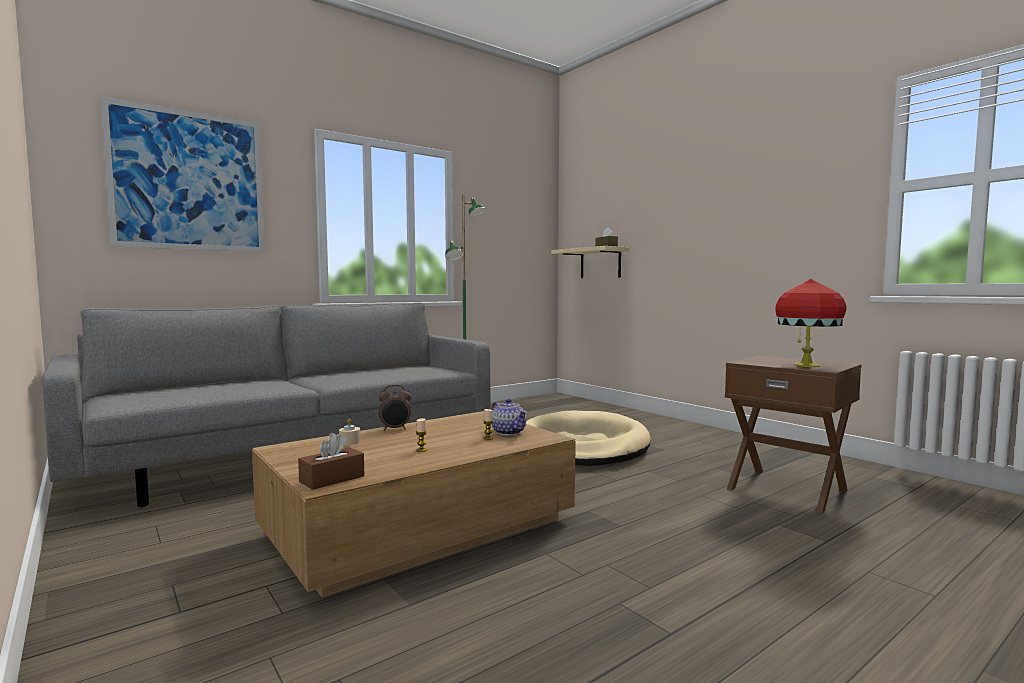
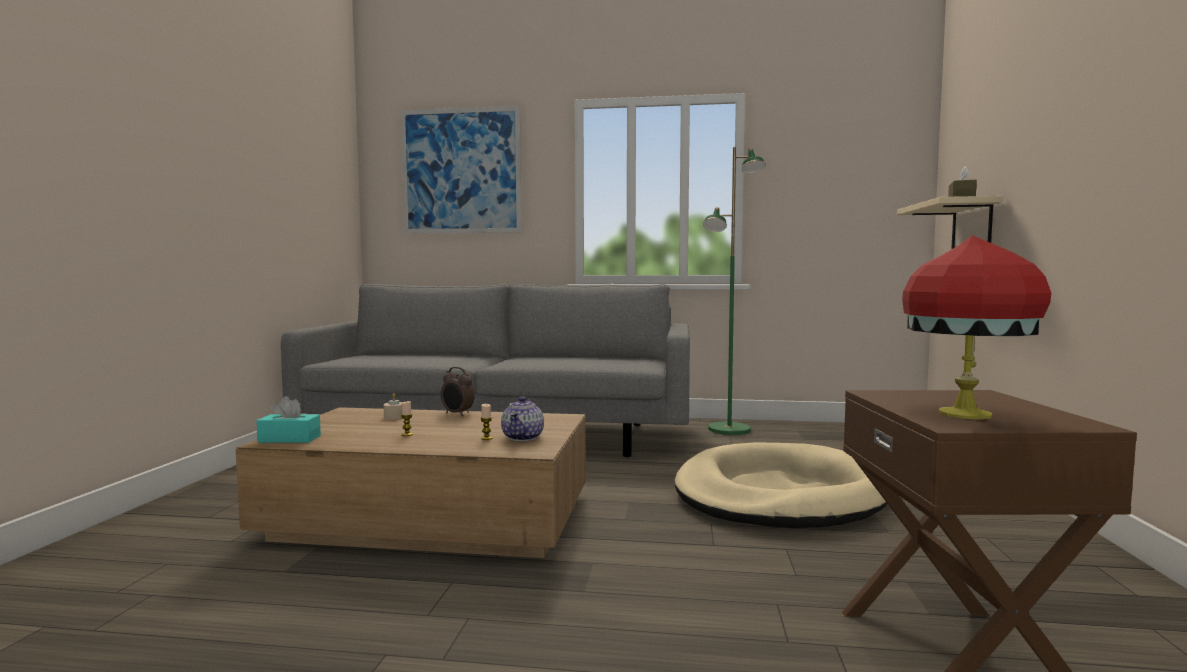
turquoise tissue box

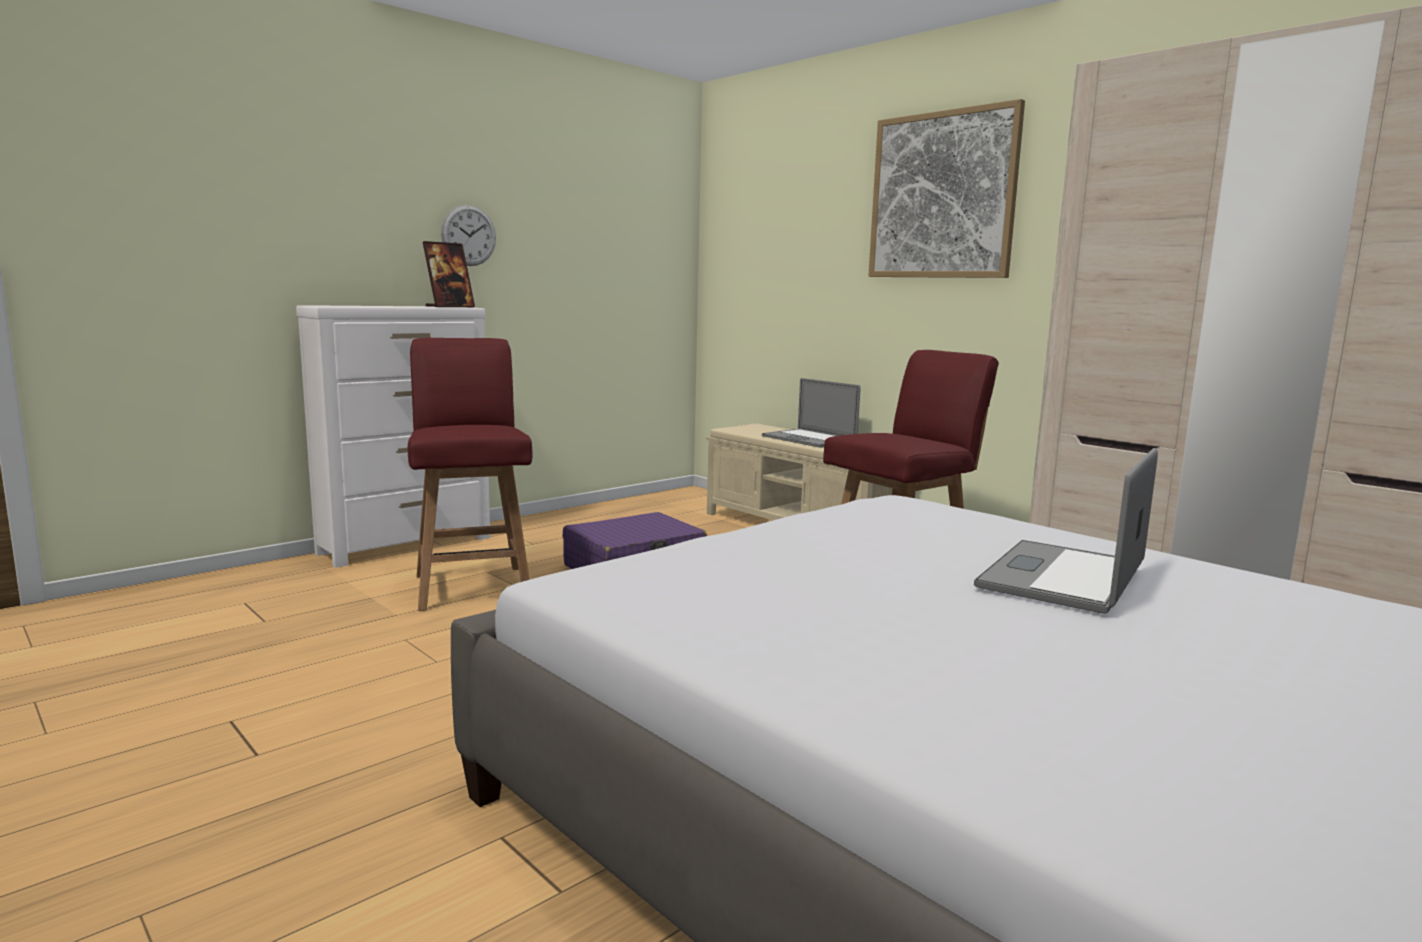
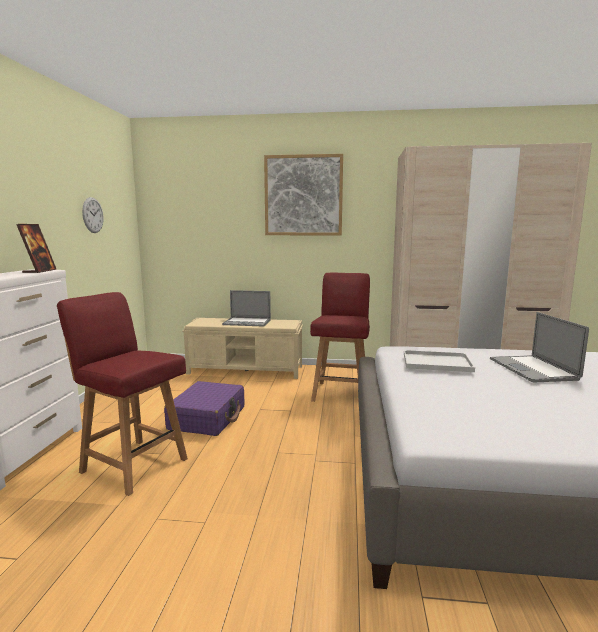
clock on the wall
whitish serving tray

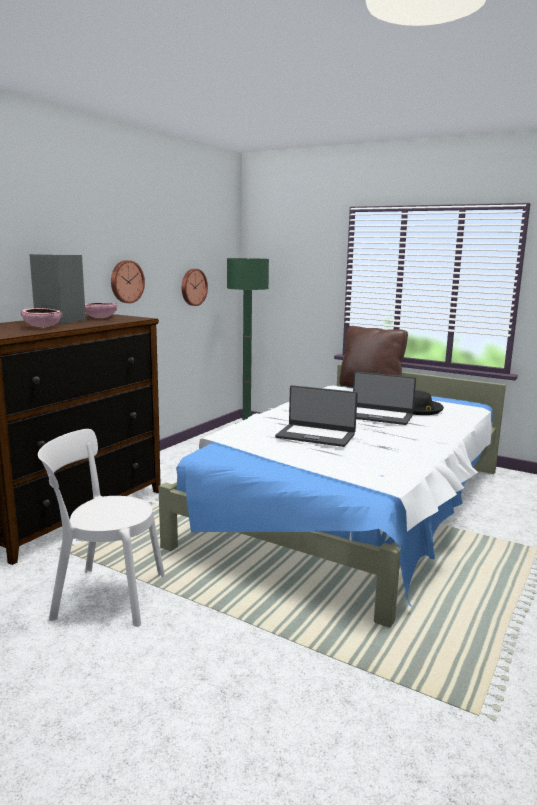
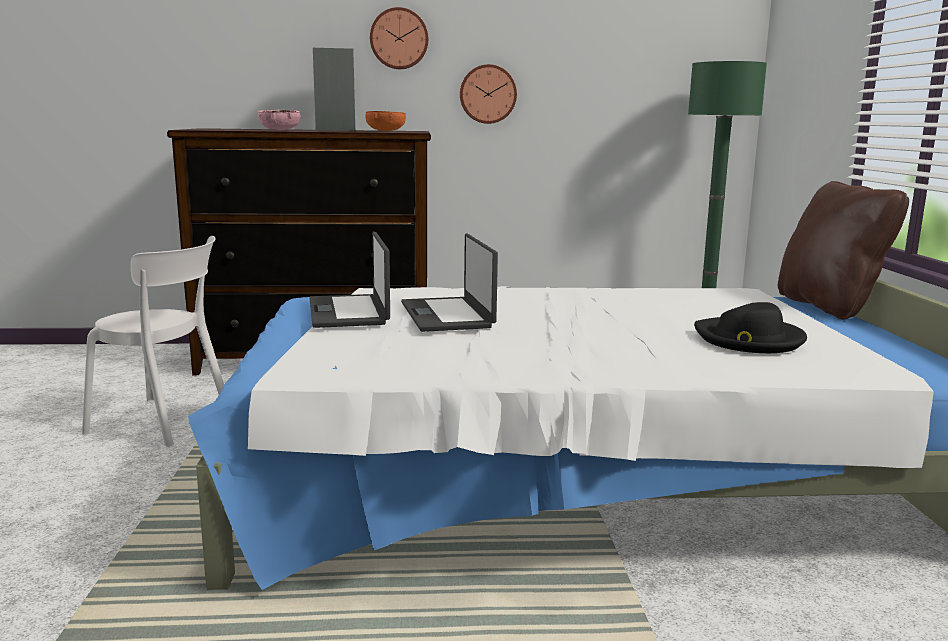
whitish chair
laptop (1st from left)
orangey serving bowl
clock on the wall (1st from left)

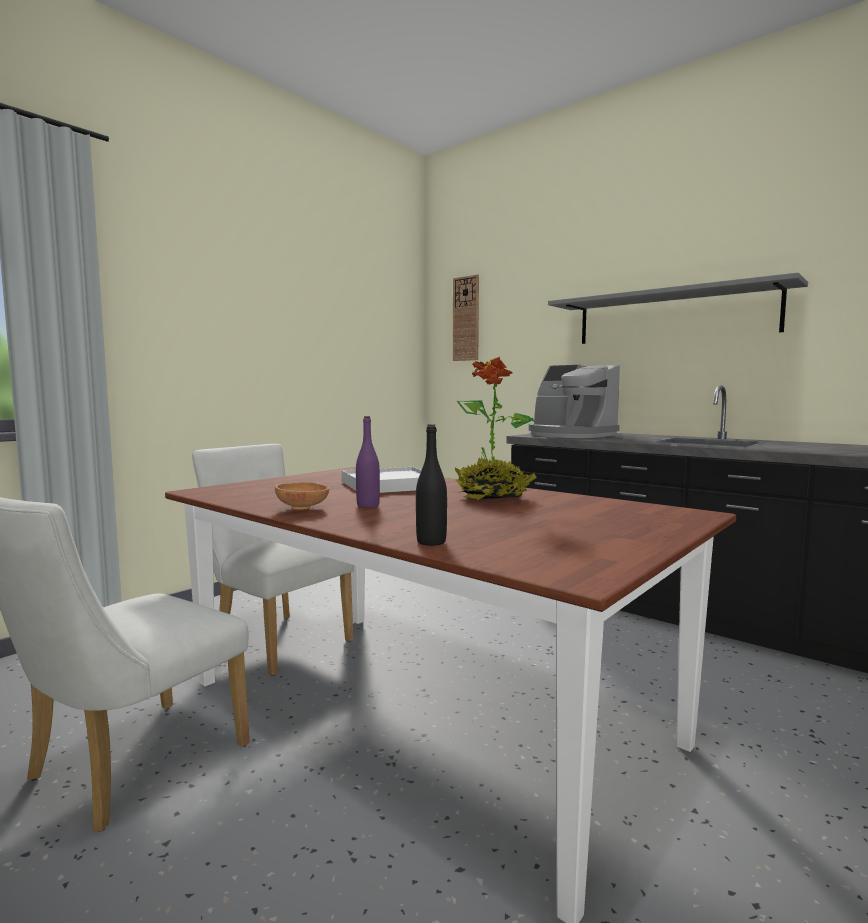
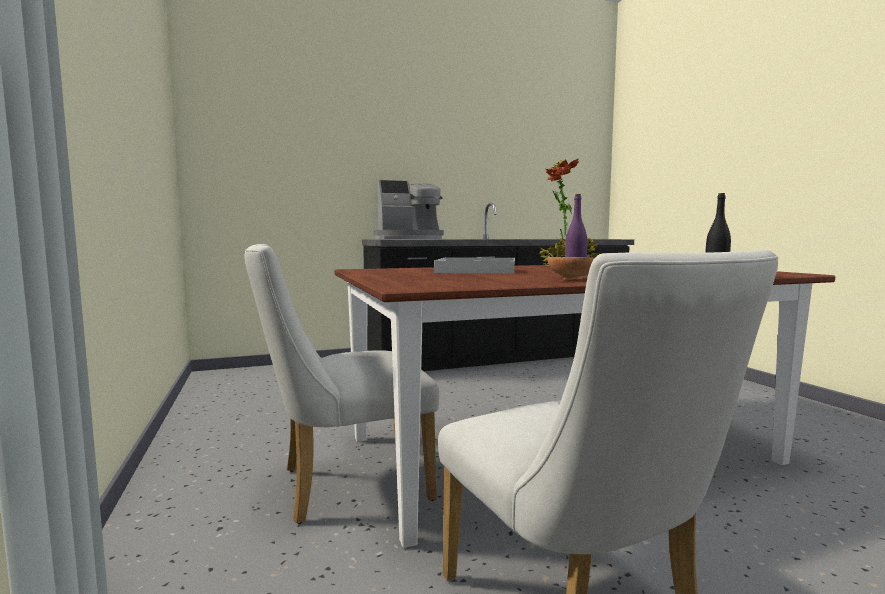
clock on the wall
gray bracket shelf

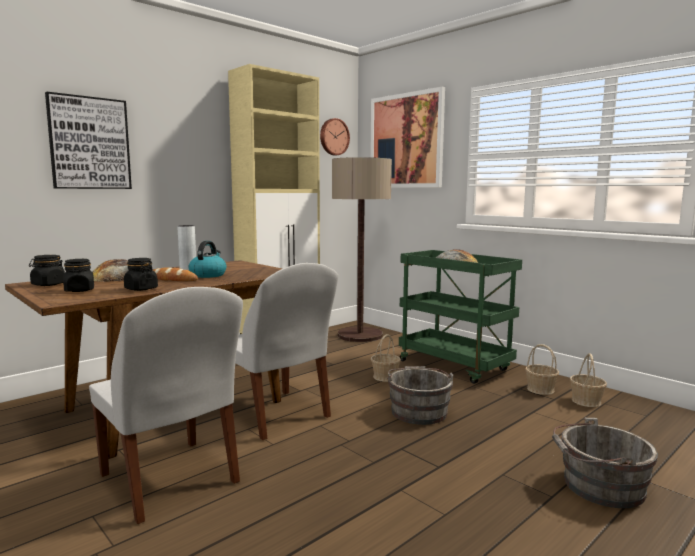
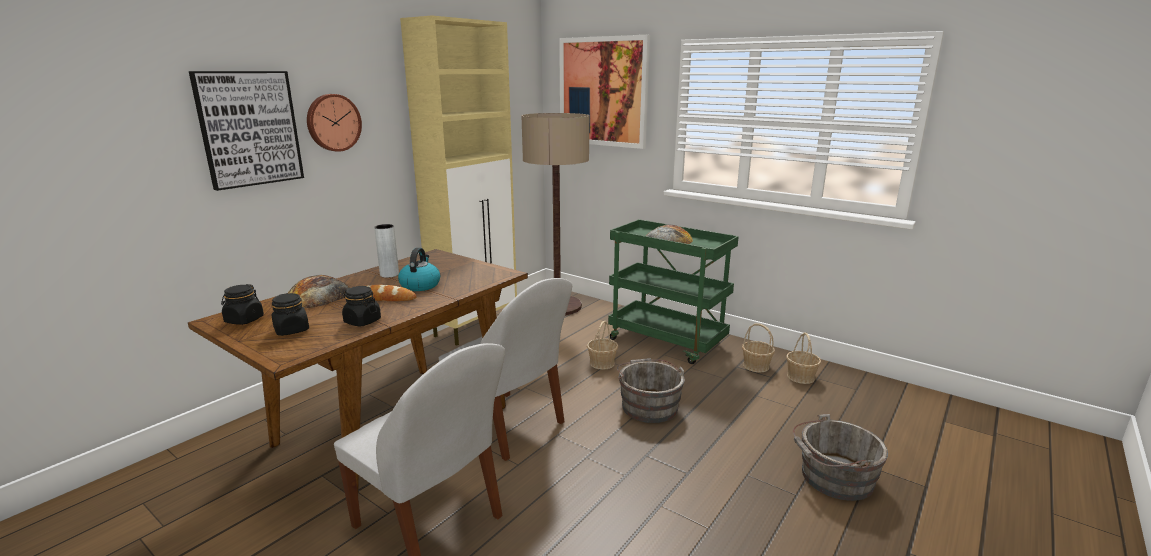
clock on the wall

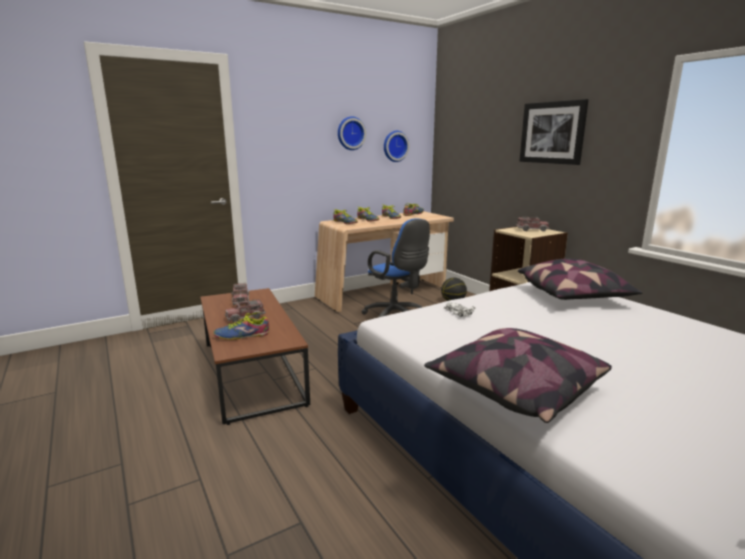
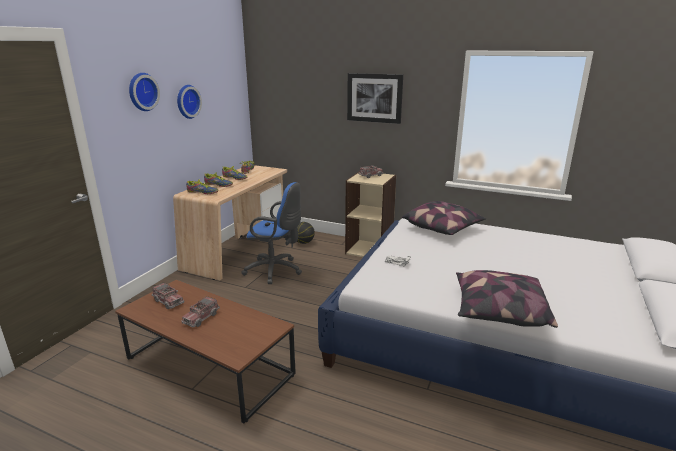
clock on the wall (1st from left)
item of footwear (1st from left in the first image)

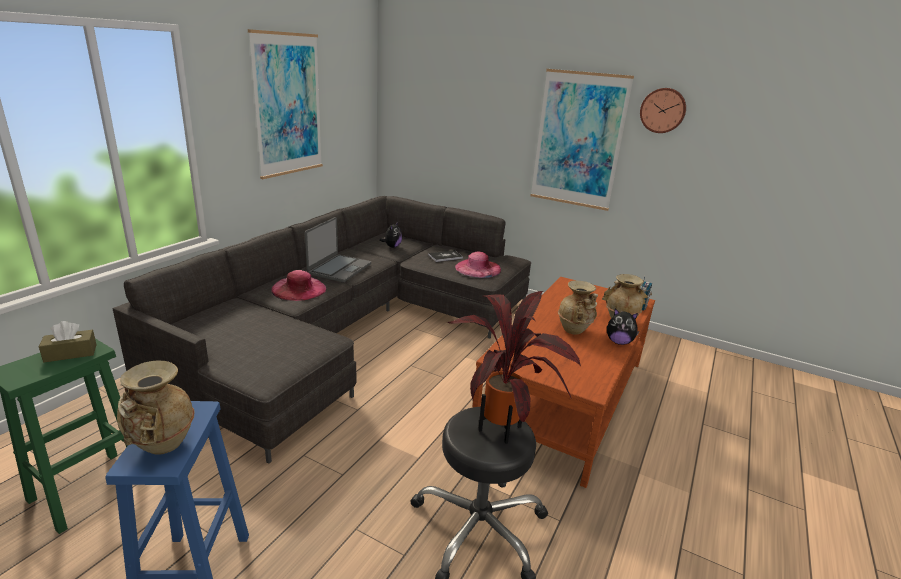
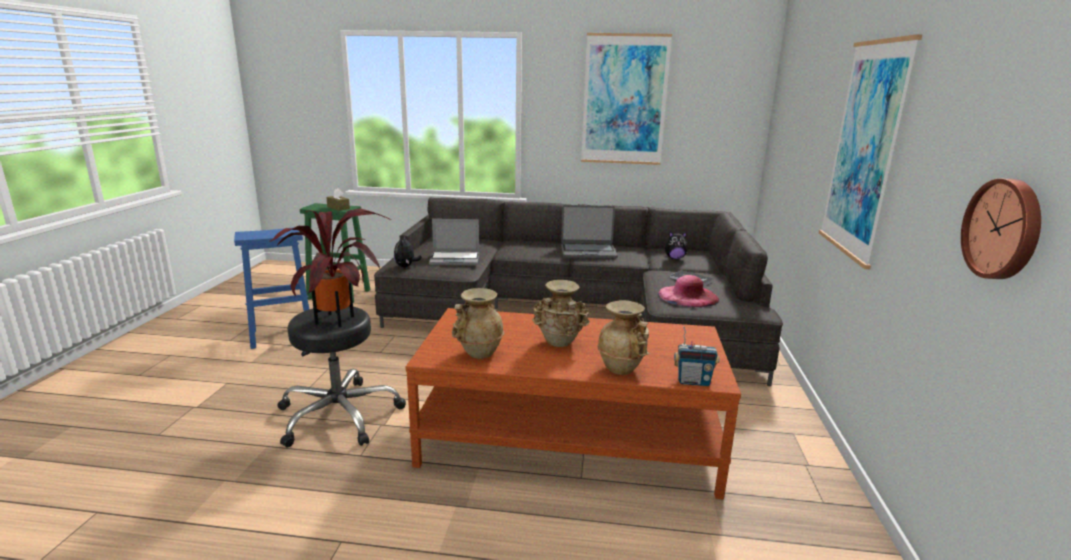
cuddly toy (1st from left)
laptop (1st from left)
beige-coloured decorative vase (1st from left)
clock on the wall
pink-coloured hat (1st from left in the first image)

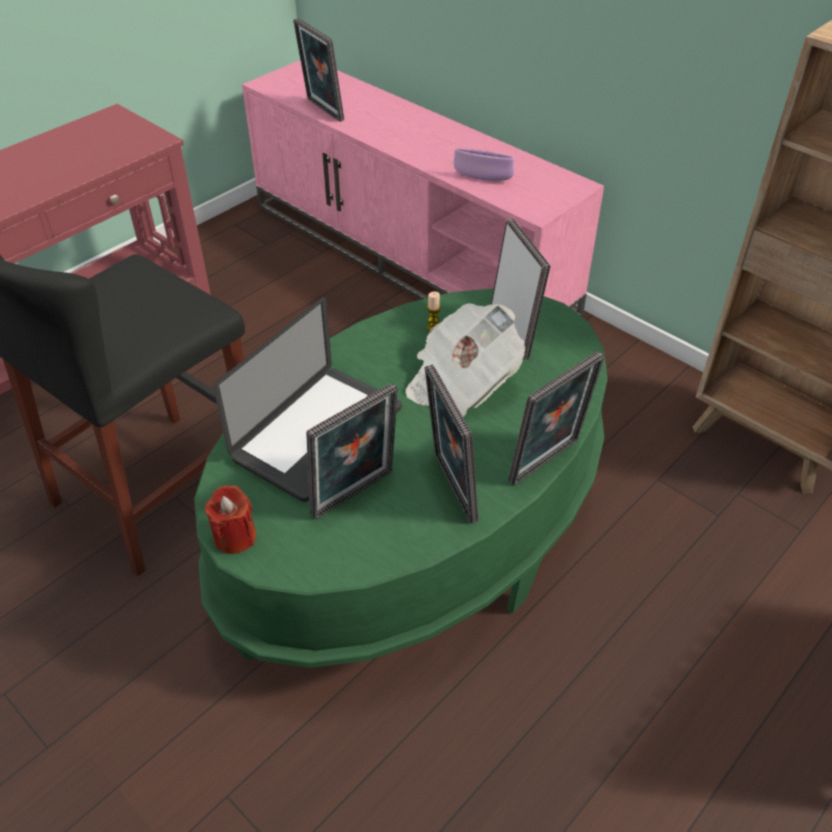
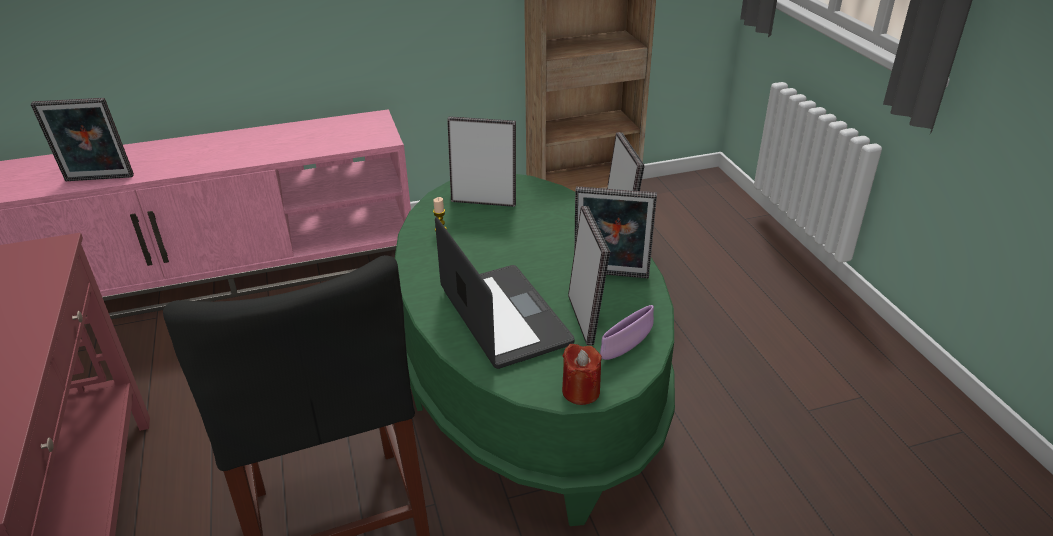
purple serving bowl
printed paper

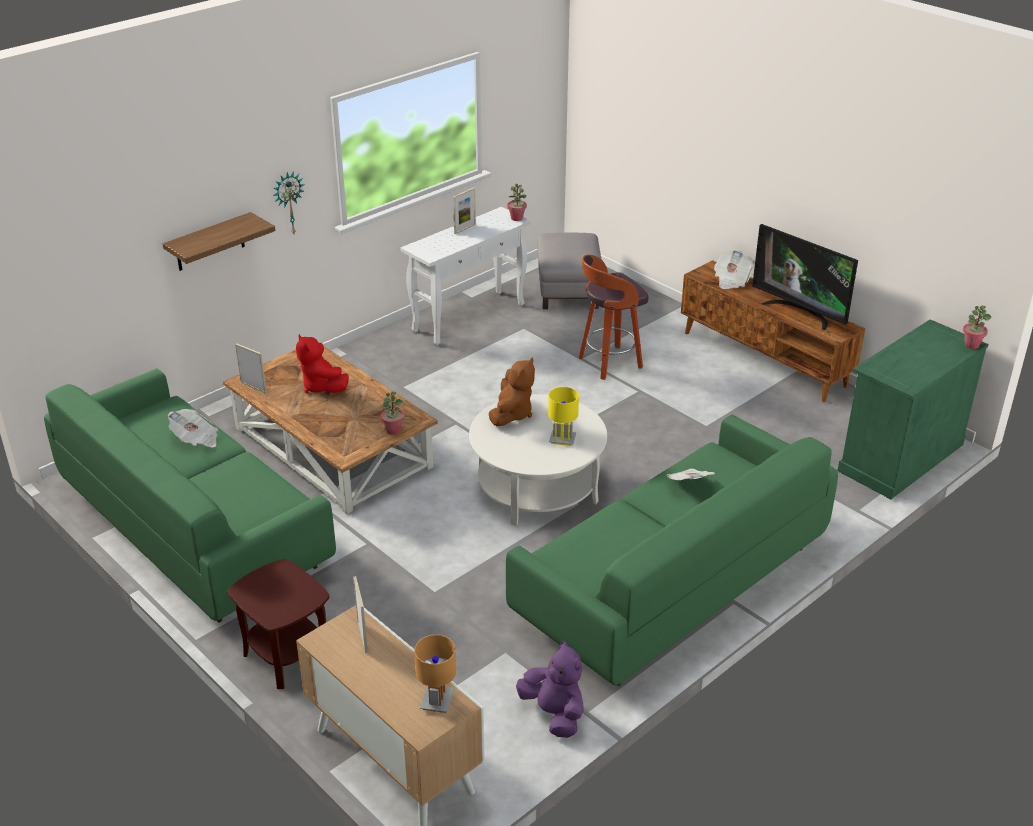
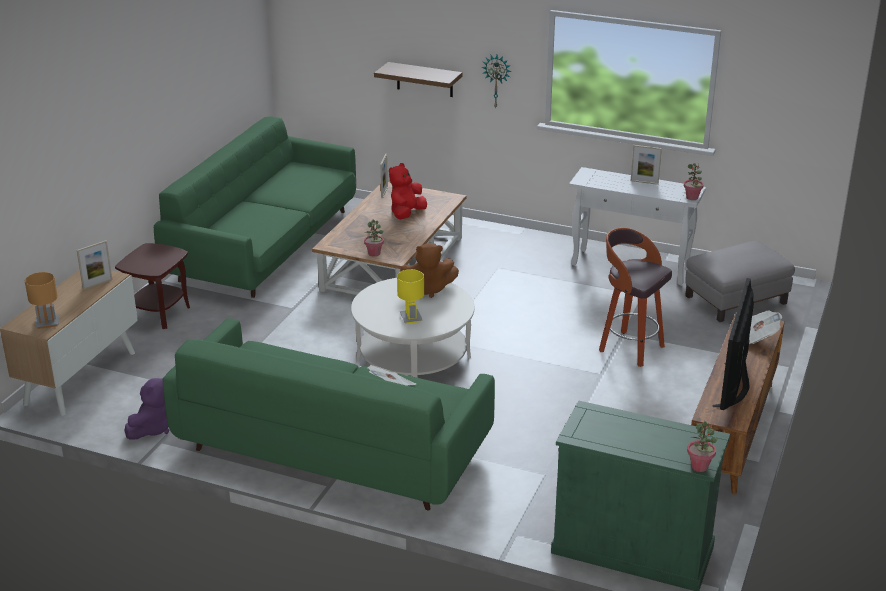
printed paper (1st from left in the first image)

